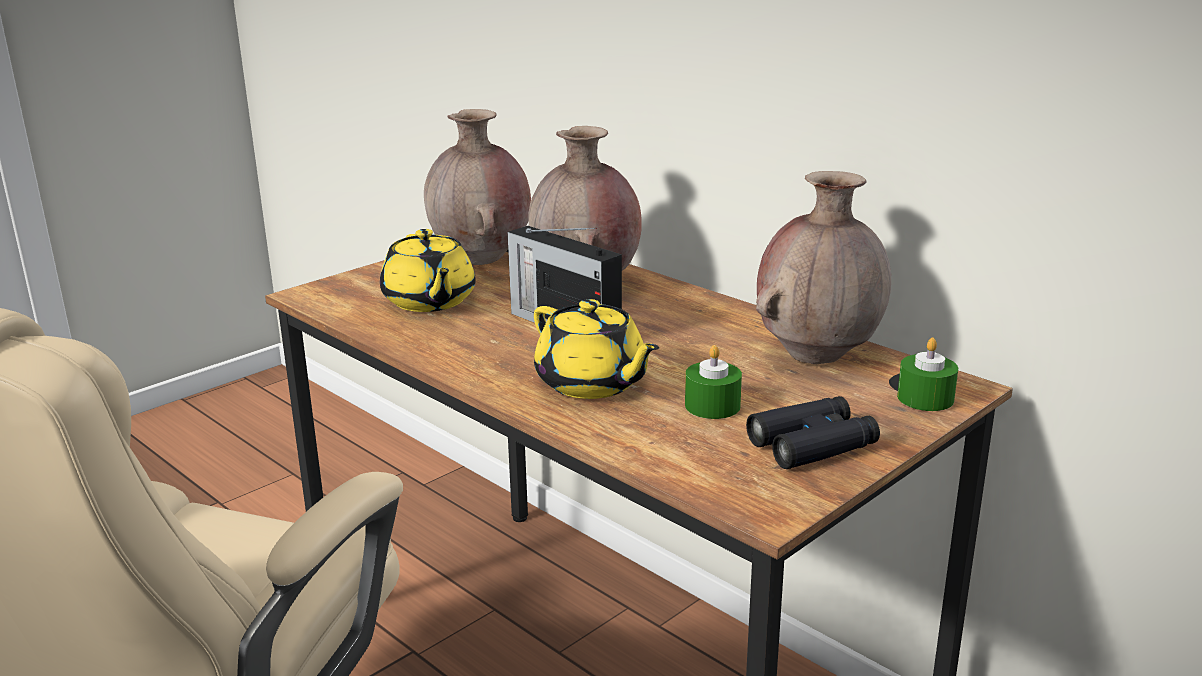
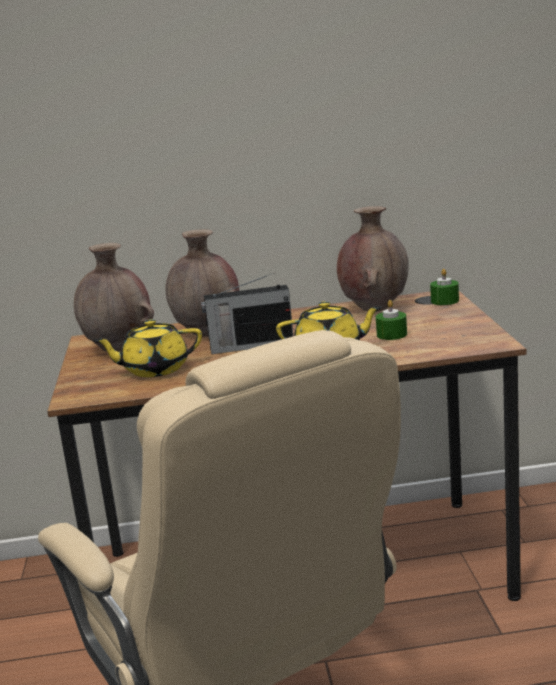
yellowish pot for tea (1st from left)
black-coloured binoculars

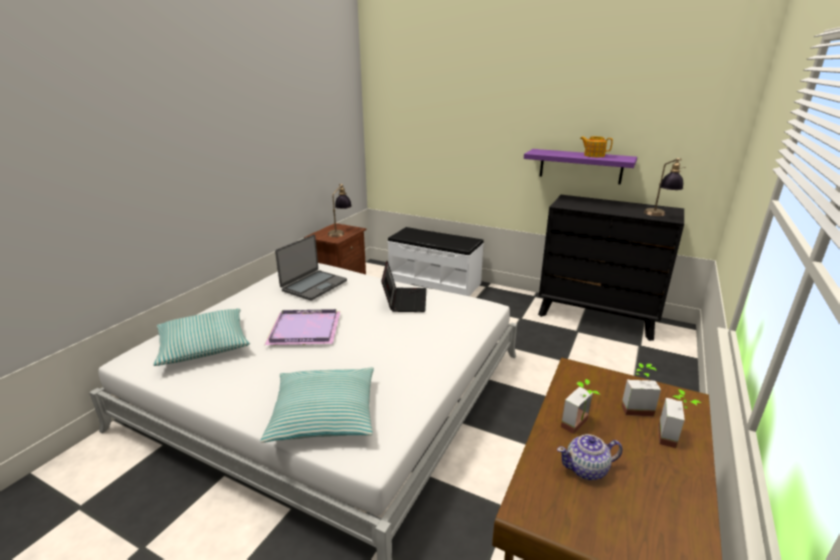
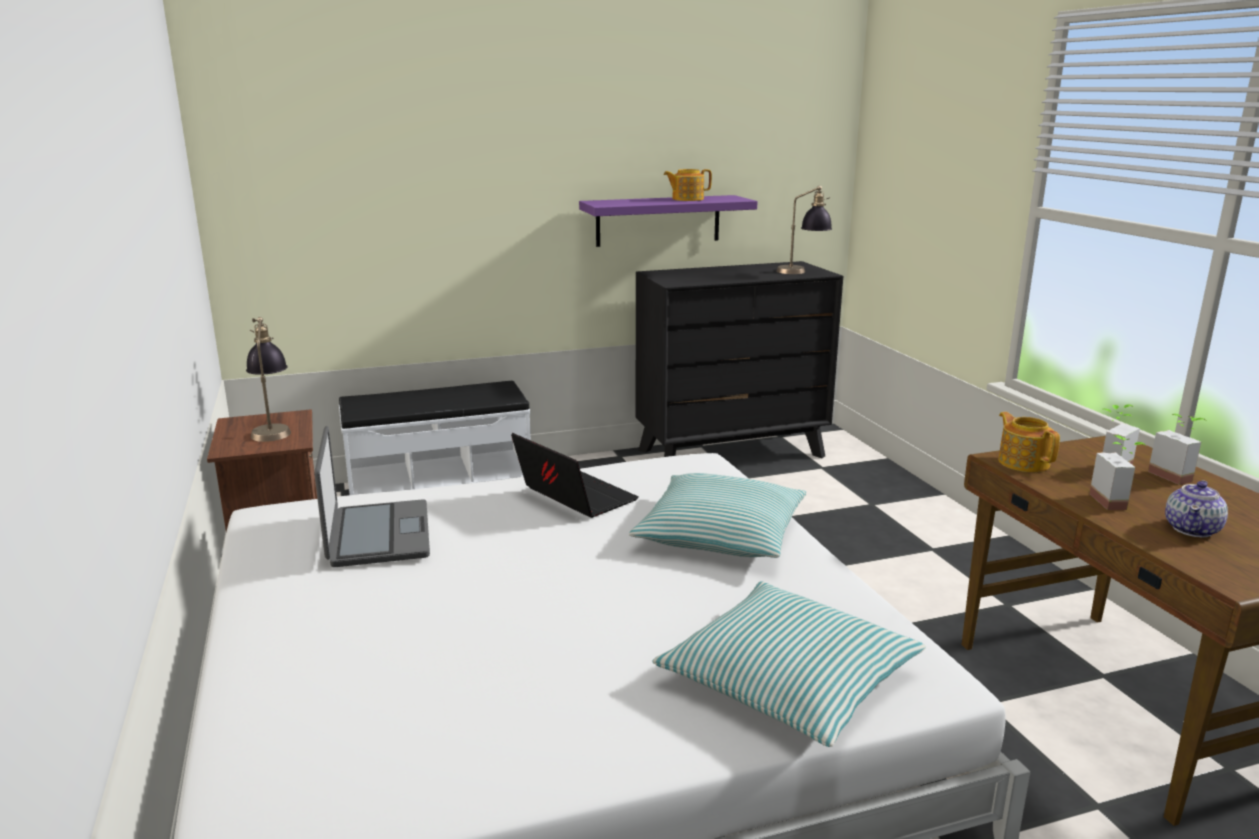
pillow (1st from left)
pot for tea (2nd from left)
purple serving tray

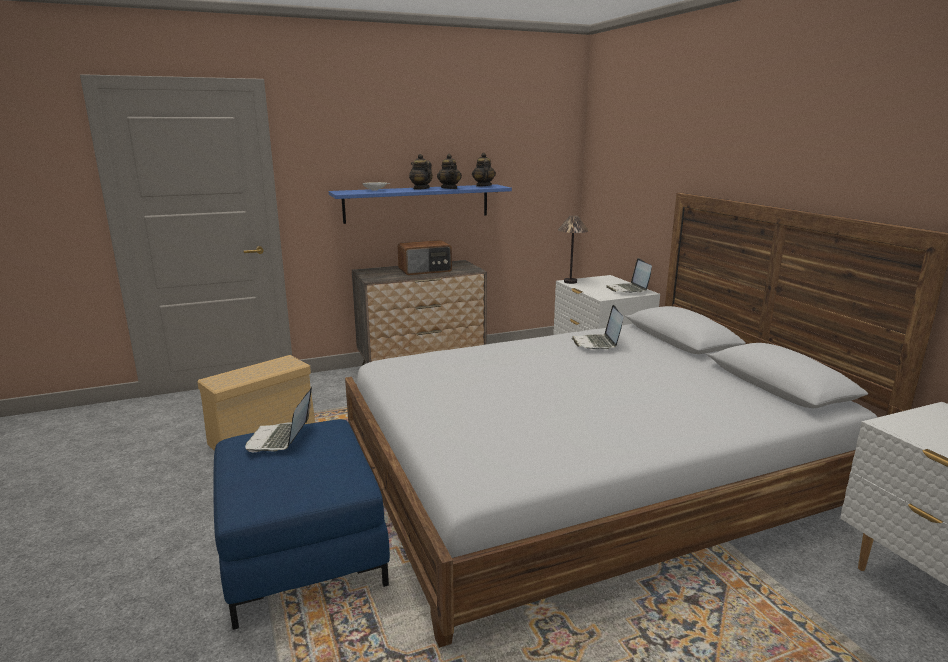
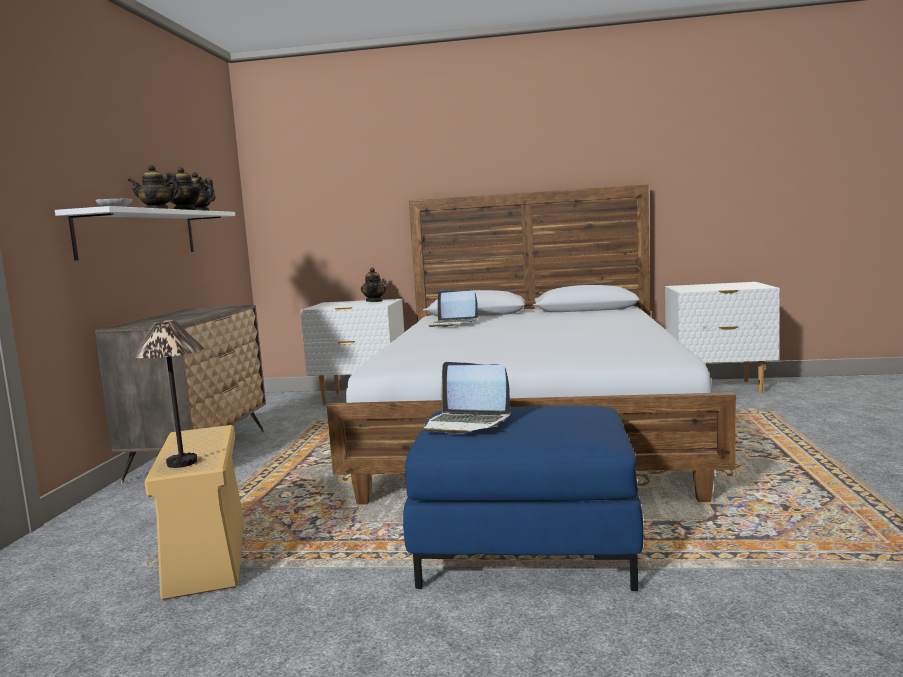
whitish bracket shelf
table lamp
pot for tea (4th from left)
radio set

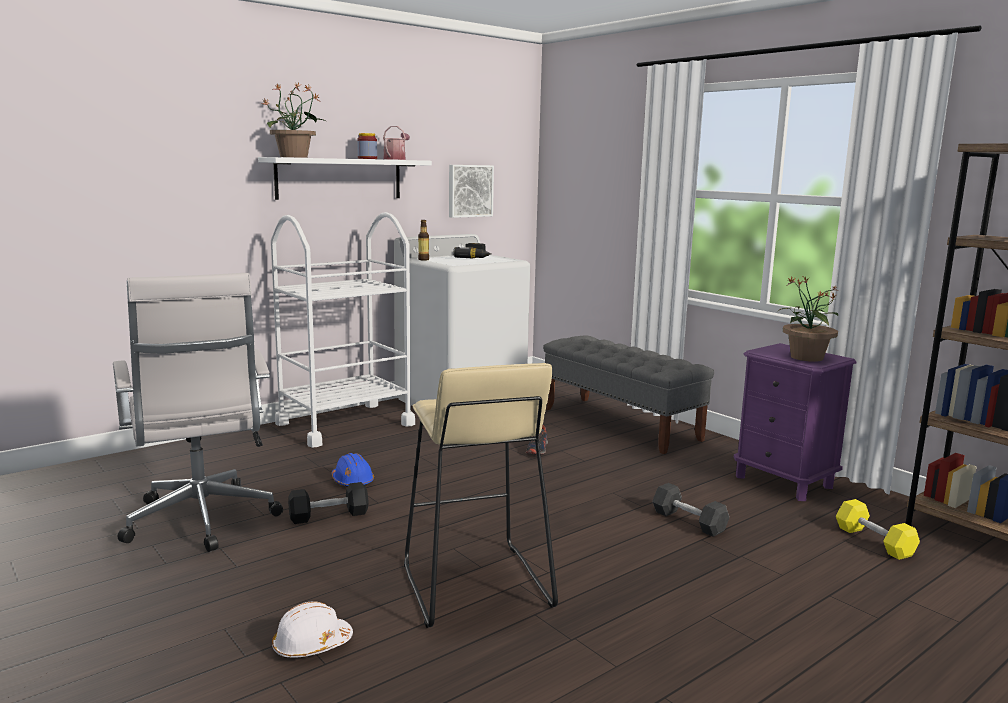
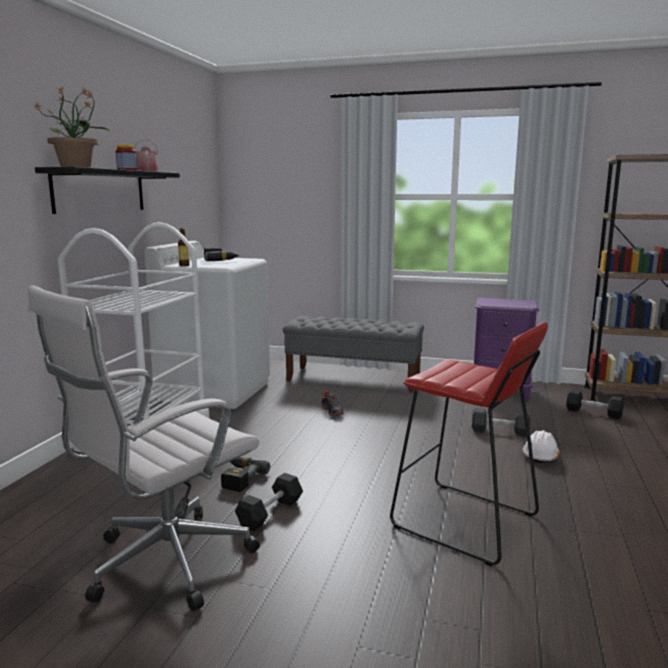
whitish desk chair
black-coloured bracket shelf
electric drill (2nd from left)
red stool seat
whitish hard hat
black-coloured dumbbell (3rd from left)
picture
houseplant (2nd from left in the first image)

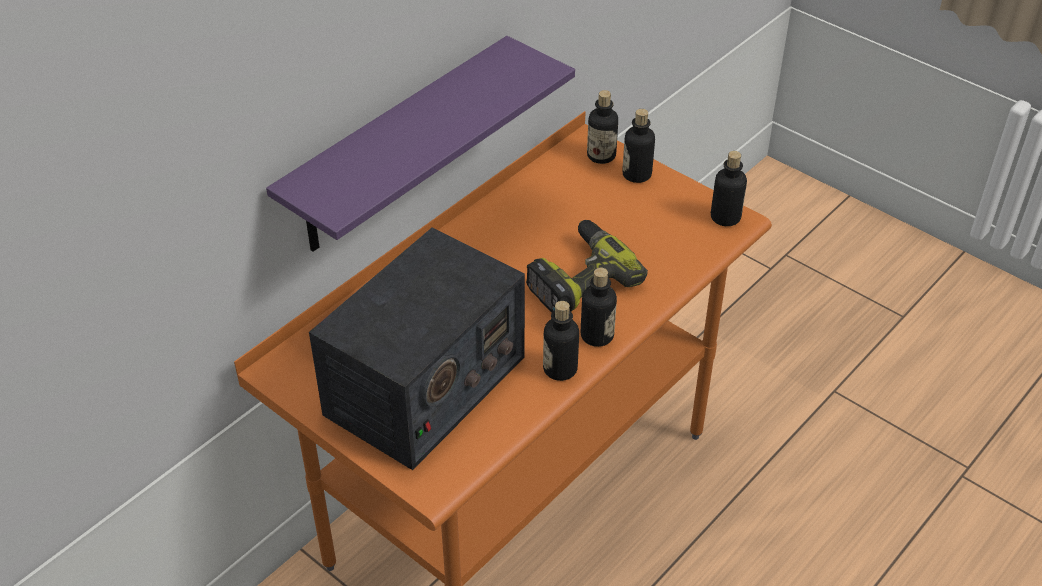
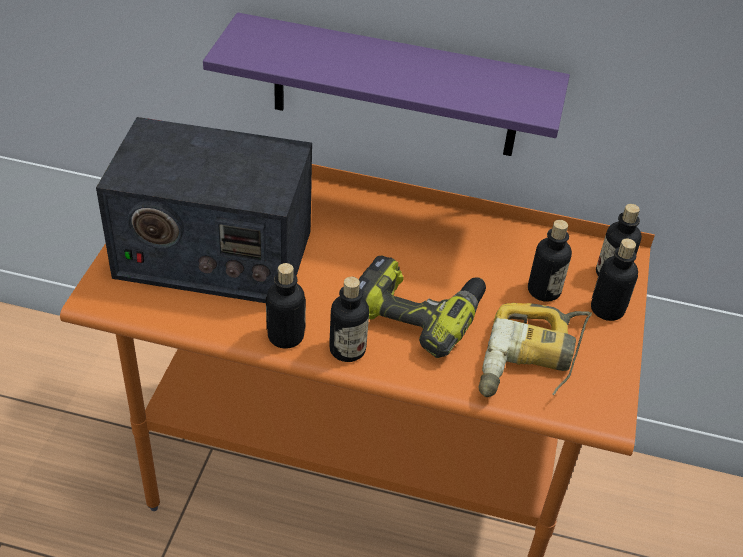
electric drill (2nd from left)
beverage bottle (3rd from left)

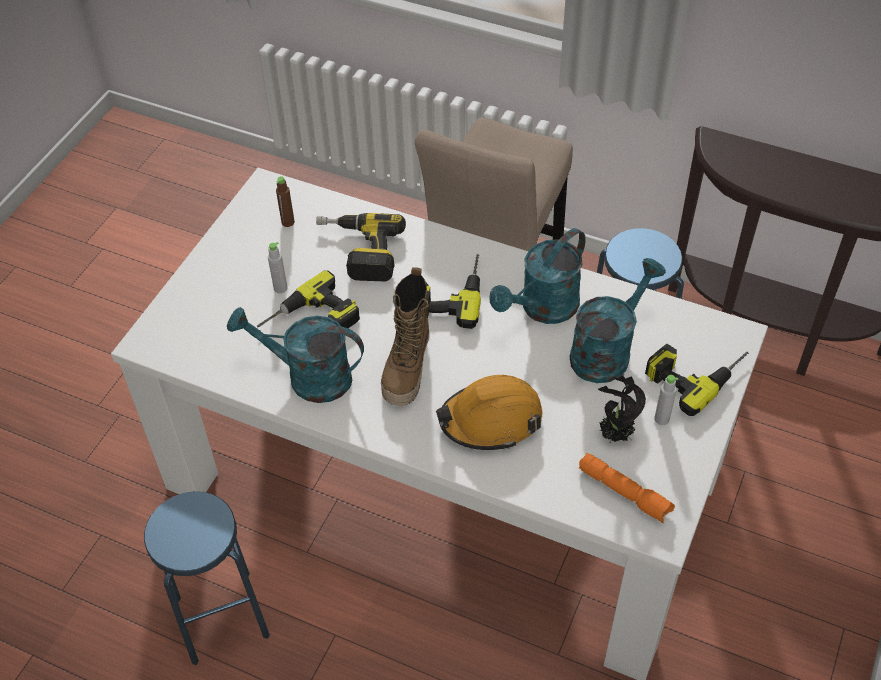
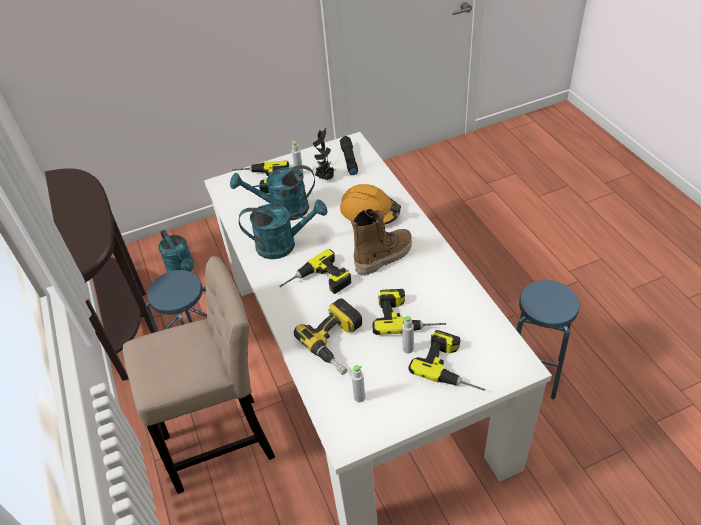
turquoise sprinkling can (1st from left)
black-coloured torch
gray beverage bottle (2nd from left)
electric drill (5th from left)

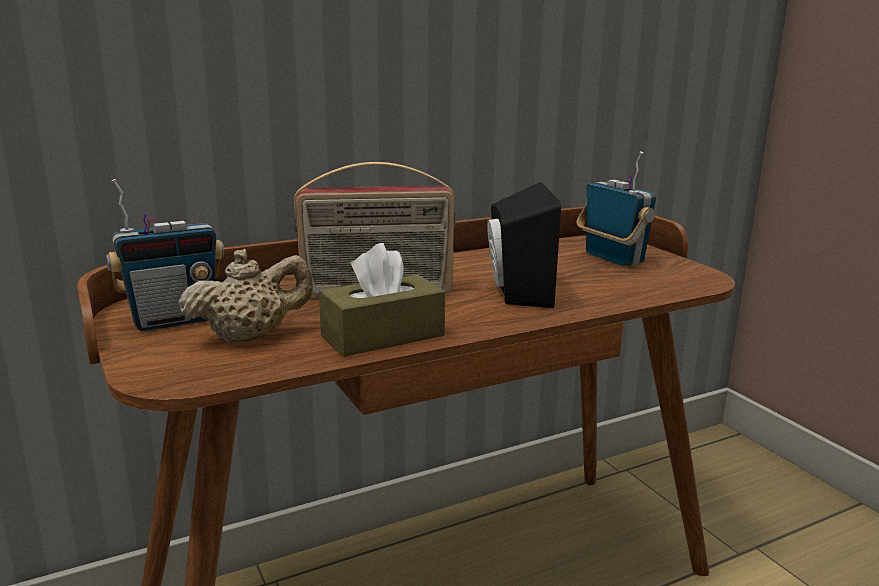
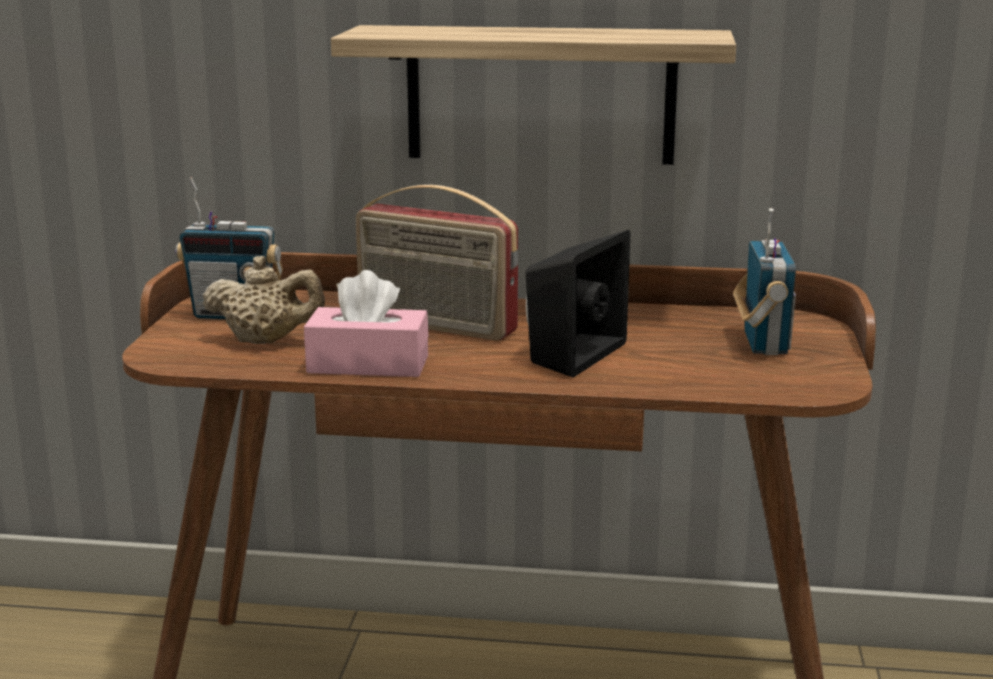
pink-coloured tissue box
bracket shelf

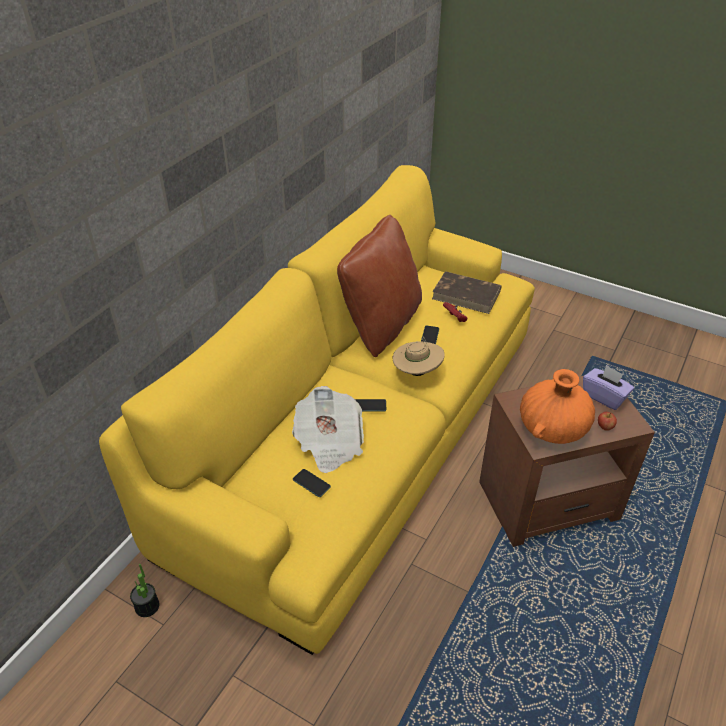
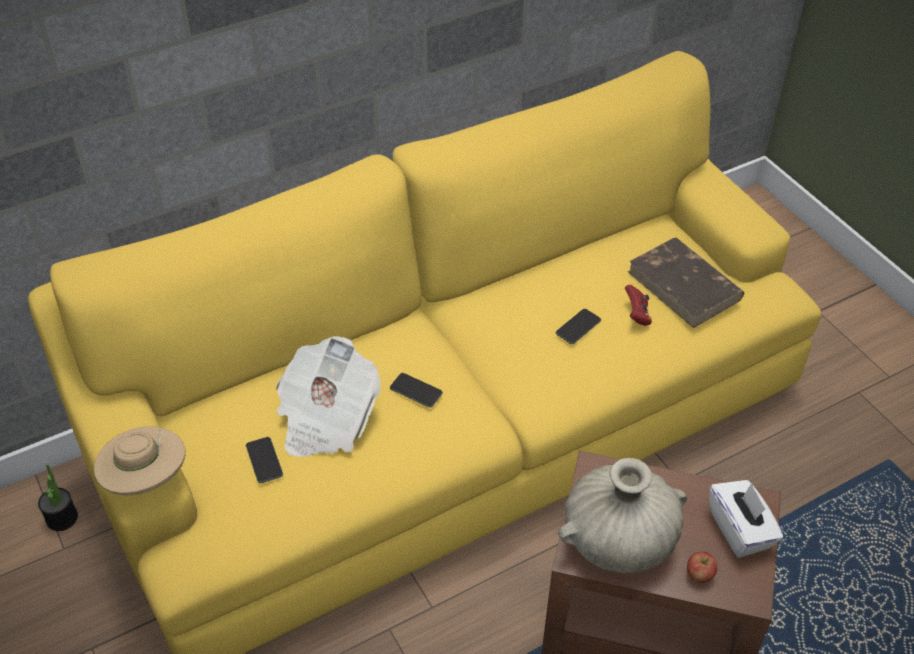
beige-coloured hat
beige-coloured decorative vase
whitish tissue box
brownish pillow

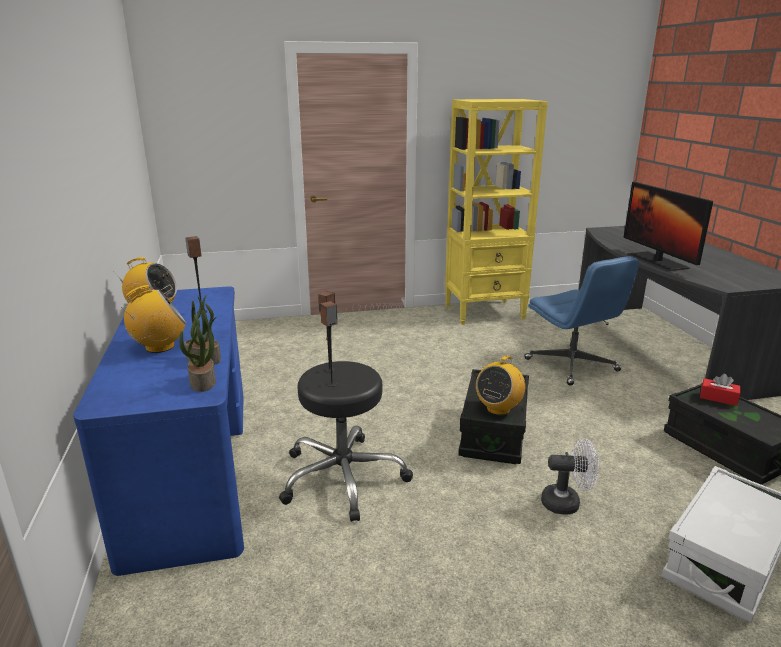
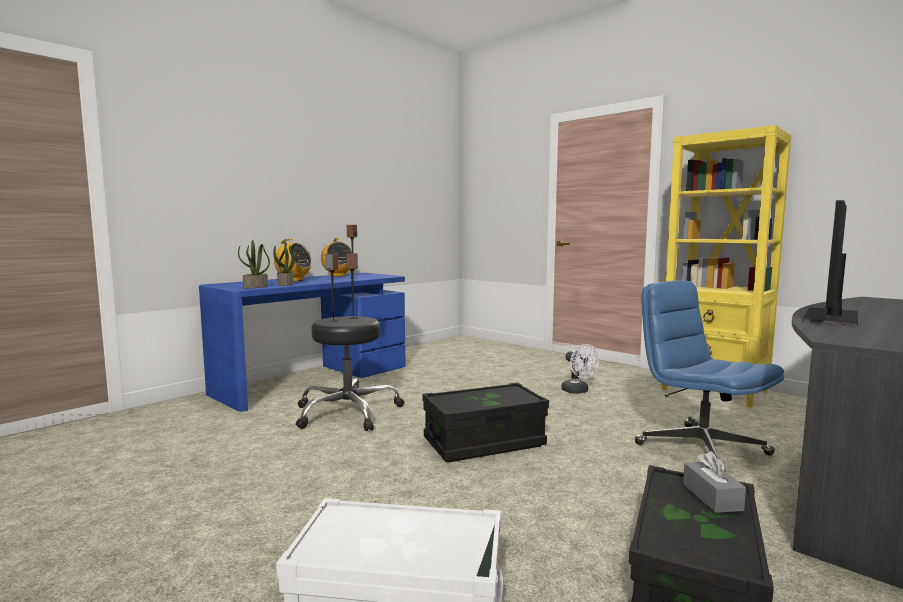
whitish electric fan
bluish desk chair
gray tissue box
radio set (3rd from left in the first image)

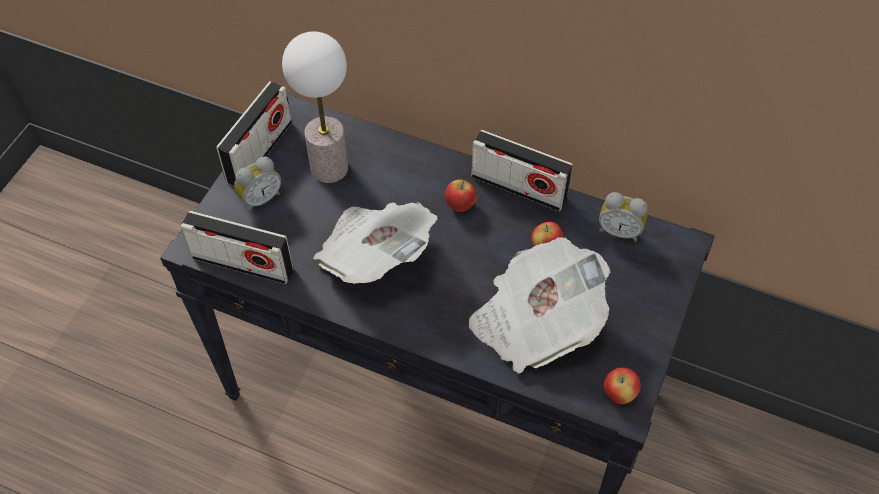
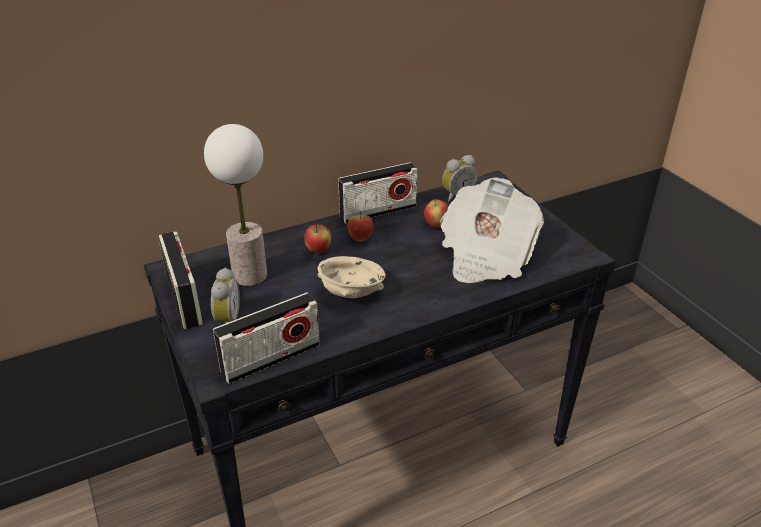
whole apple (1st from left)
beige-coloured serving bowl

